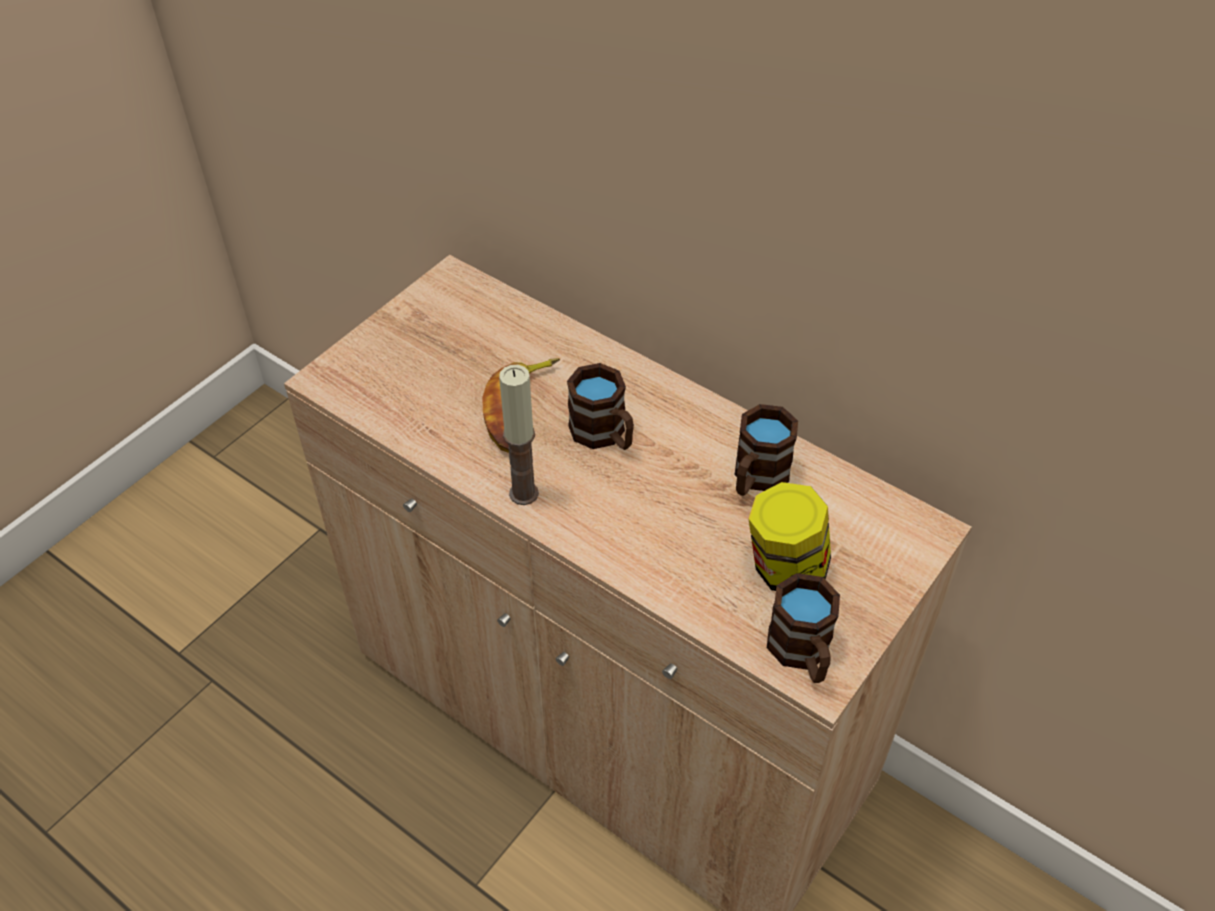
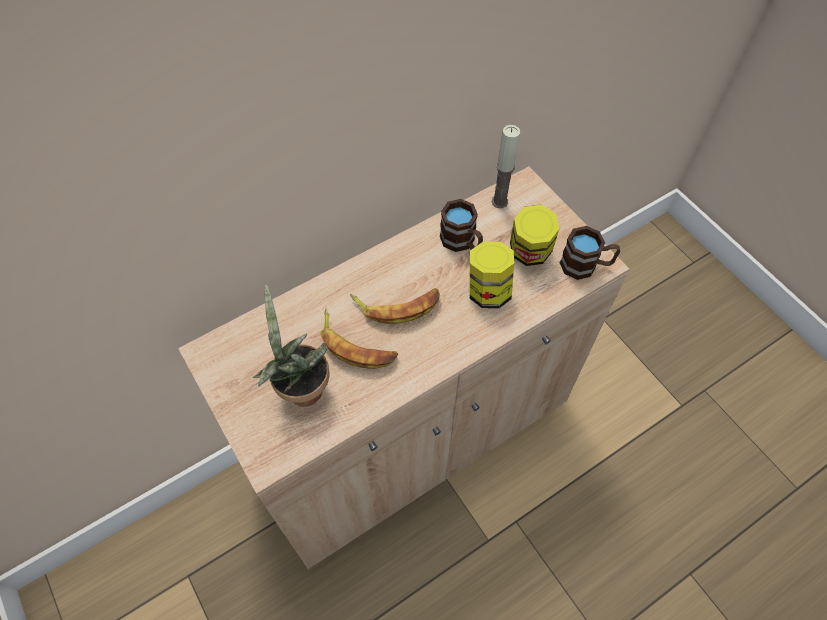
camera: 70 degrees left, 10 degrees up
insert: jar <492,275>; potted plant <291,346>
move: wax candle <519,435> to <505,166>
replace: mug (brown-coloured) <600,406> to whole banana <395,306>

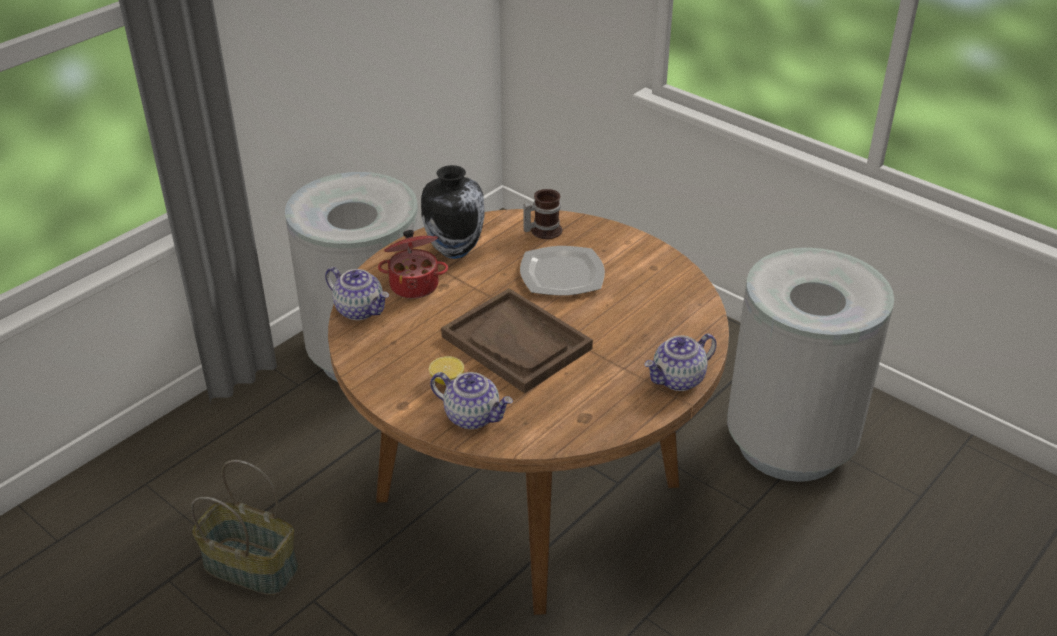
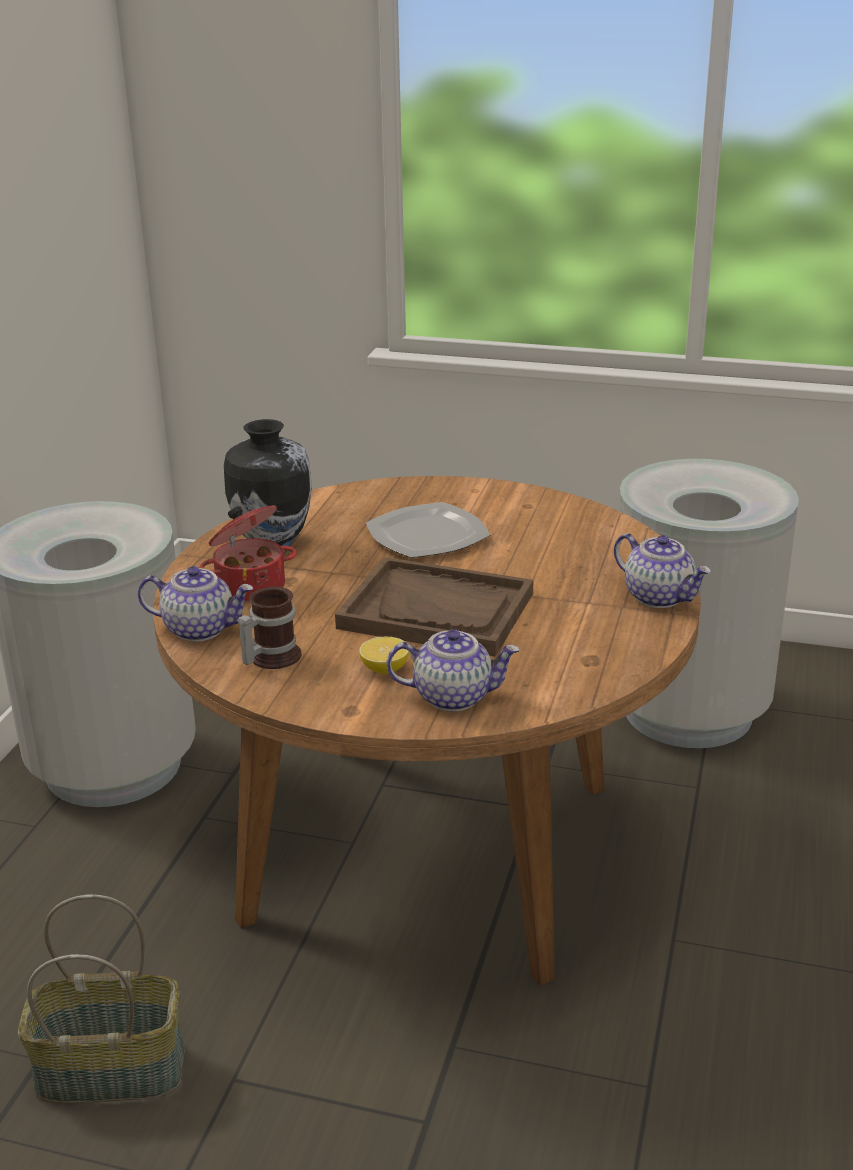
camera: 25 degrees left, 10 degrees down
move: mug <542,214> to <270,628>
rotate: tea pot <680,362> = <662,570> 75 degrees counterclockwise

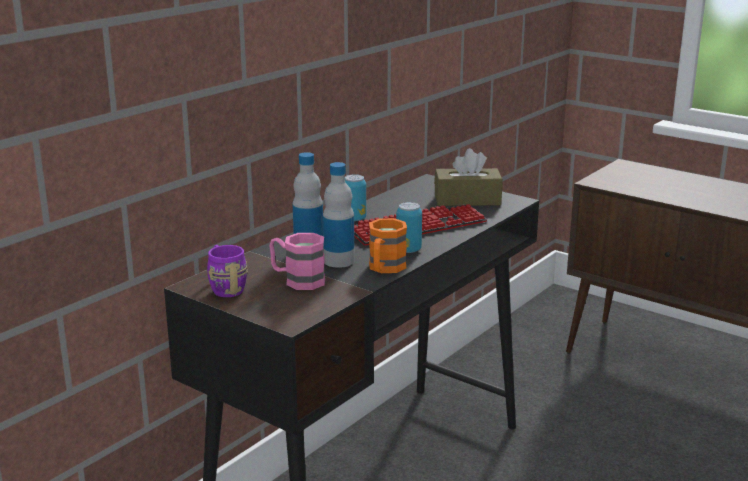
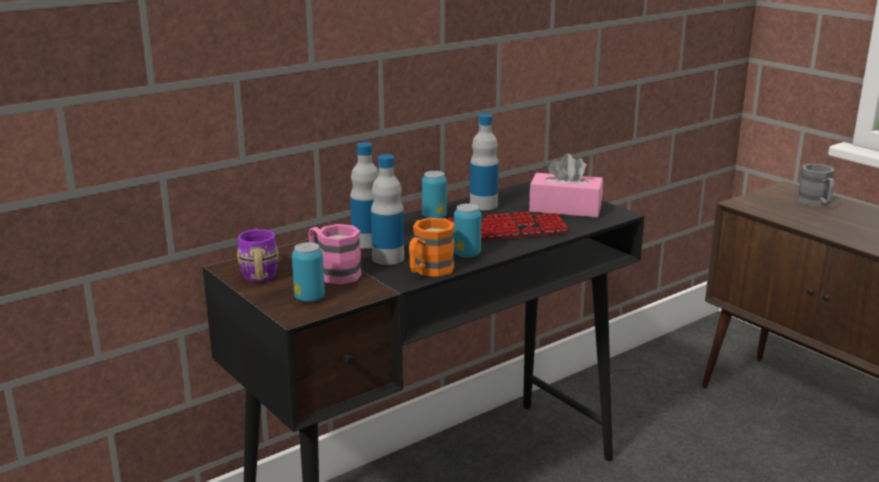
camera: 15 degrees right, 0 degrees up
insert: beverage bottle <484,162>; mug (gray) <816,185>; sealed can <308,272>
recolor: tissue box (brown-coloured) <468,177> to tissue box (pinkish) <566,185>

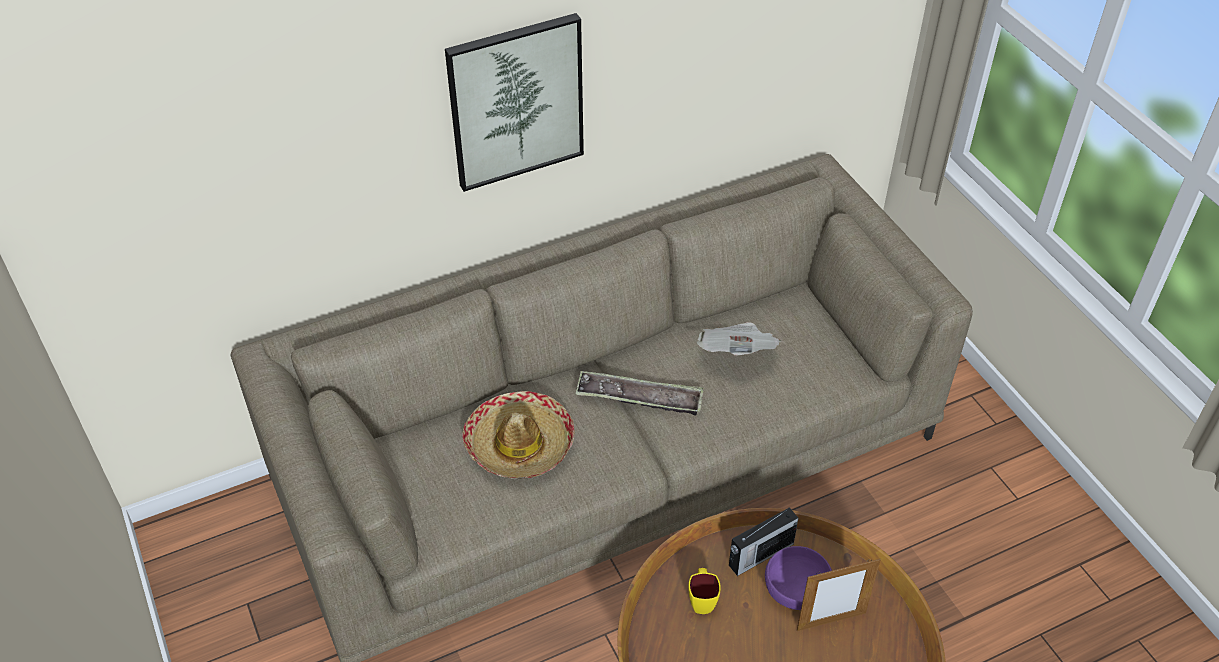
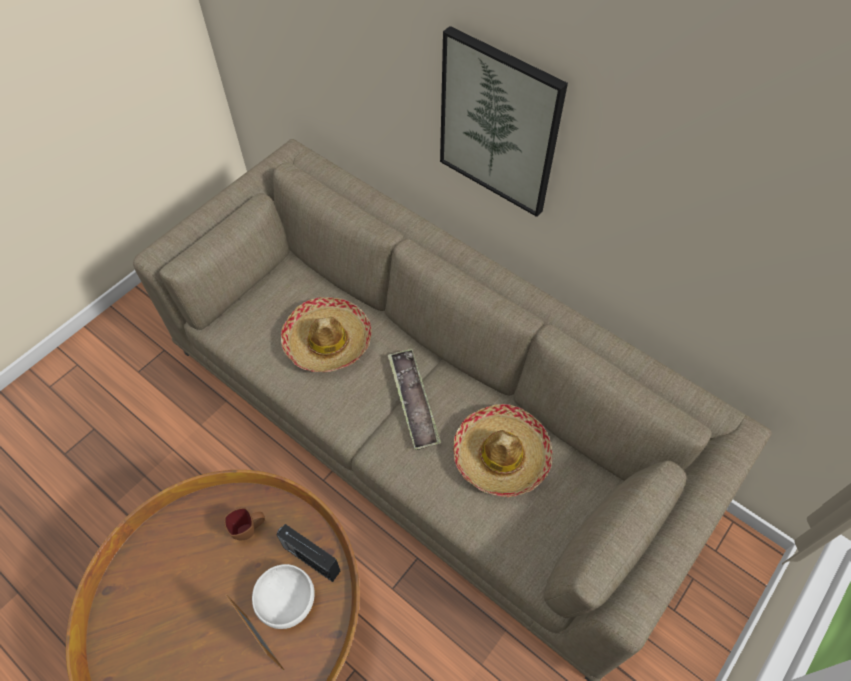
camera: 65 degrees right, 10 degrees up
replace: daily paper <739,338> to clothing hat <503,450>
recolor: serving bowl (purple) <798,578> to serving bowl (white) <283,596>; mug (yellow) <705,591> to mug (brown-coloured) <244,524>

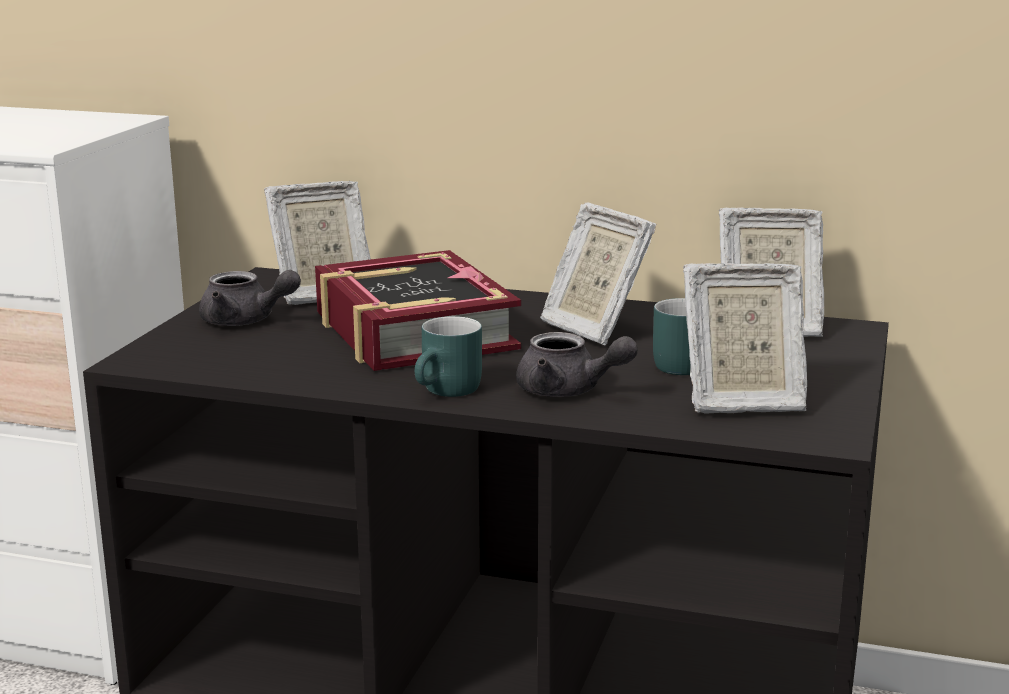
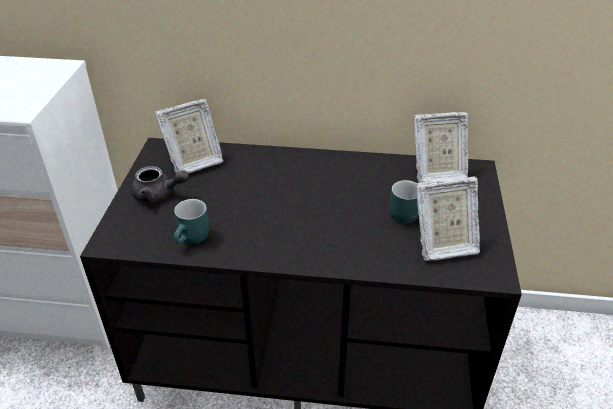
camera: 10 degrees left, 20 degrees up
delete: photo frame <598,273>; volume <418,310>; tea pot (gray) <577,364>
move: mug (turquoise-coloured) <448,356> to <191,221>

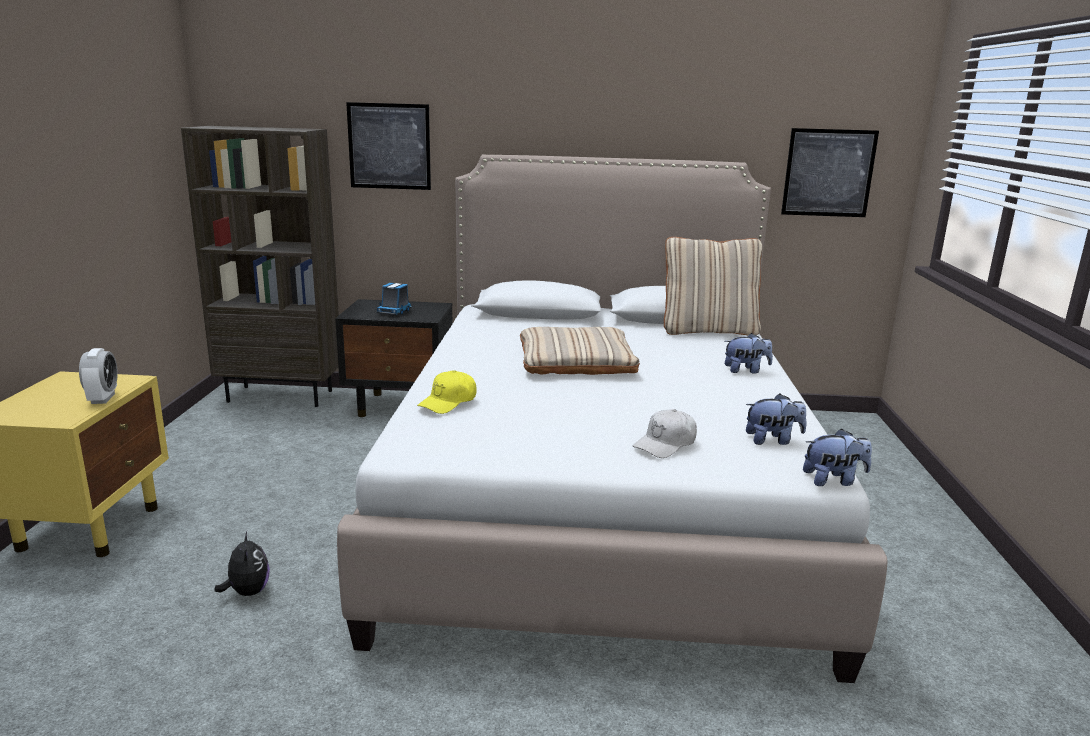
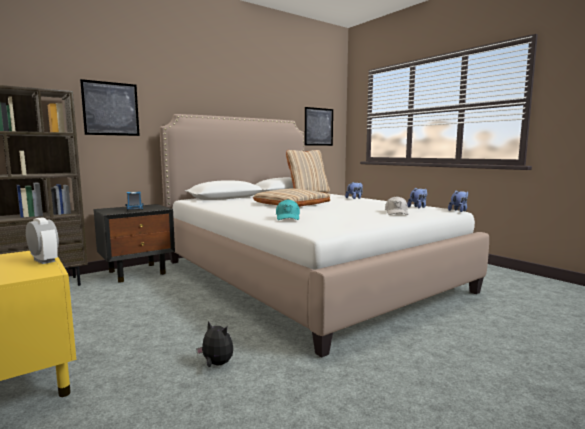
camera: 40 degrees left, 10 degrees down
recolor: baseball cap (yellow) <447,392> to baseball cap (turquoise-coloured) <288,209>

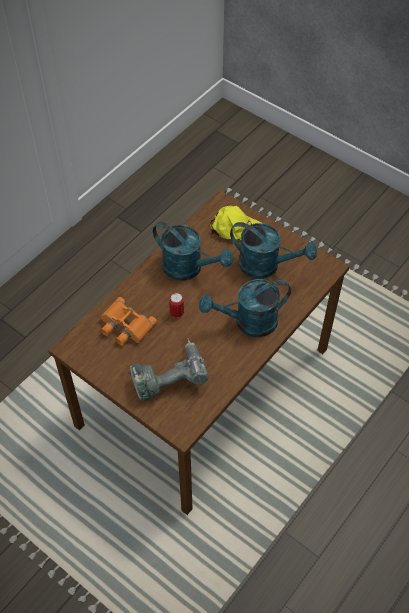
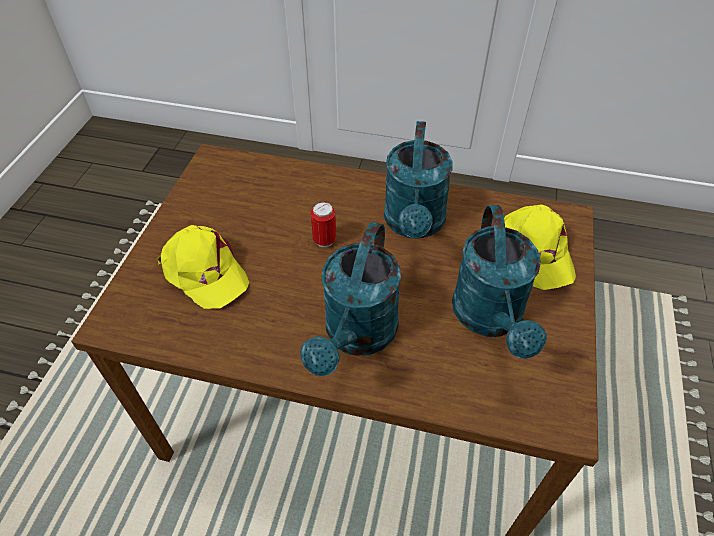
camera: 65 degrees right, 5 degrees down
delete: pair of binoculars (orange-coloured) <128,321>
replace: drill <169,369> to baseball cap (yellow) <203,267>
rotate: sprinkling can (turquoise-coloured) <245,308> = <350,299> 120 degrees counterclockwise

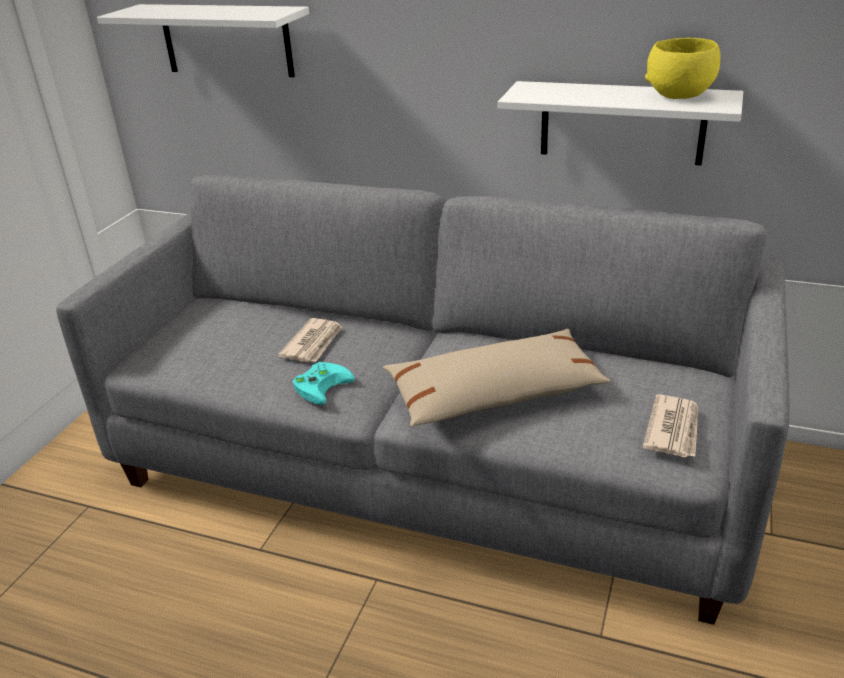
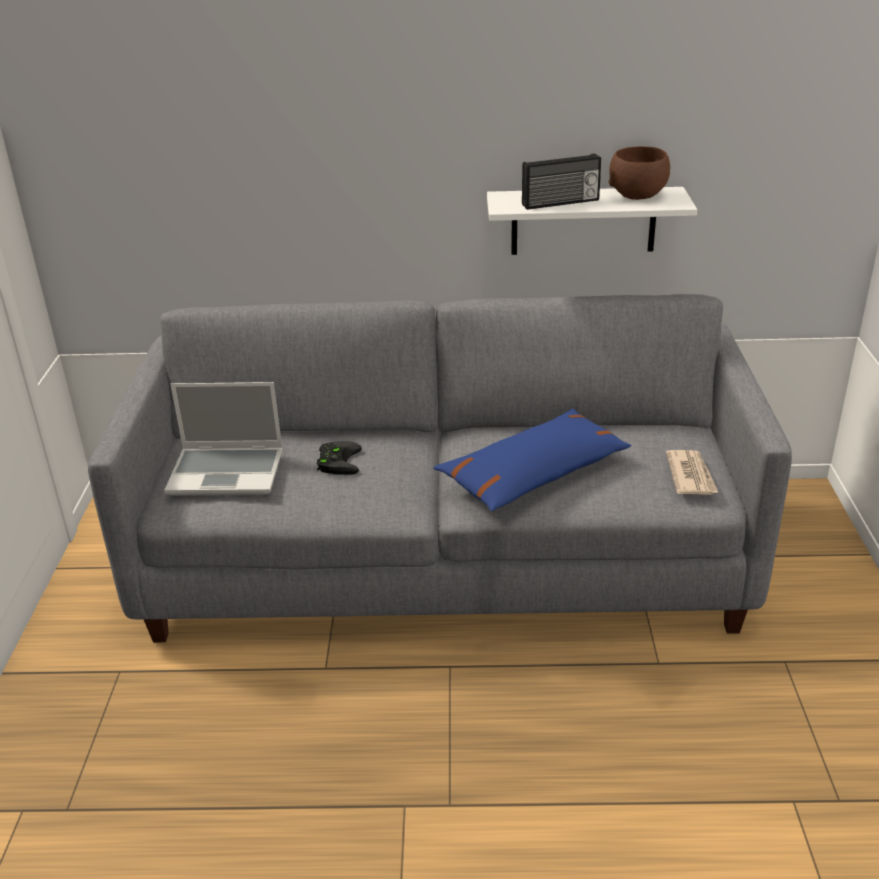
camera: 20 degrees left, 0 degrees up
delete: wall shelf (white) <203,40>; joypad (turquoise-coloured) <323,383>
insert: radio set <561,181>; notebook computer <223,438>
replace: daily paper <310,340> to joypad (black) <339,458>
recolor: serving bowl (yellow) <682,68> to serving bowl (brown-coloured) <639,173>; pillow (beige) <496,378> to pillow (bluish) <532,459>

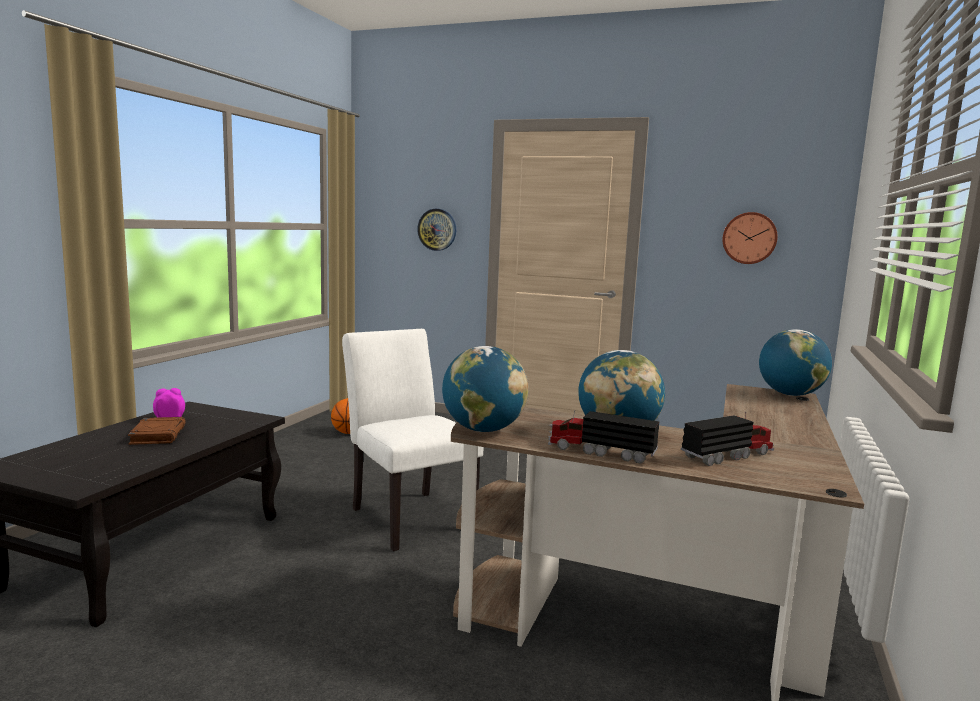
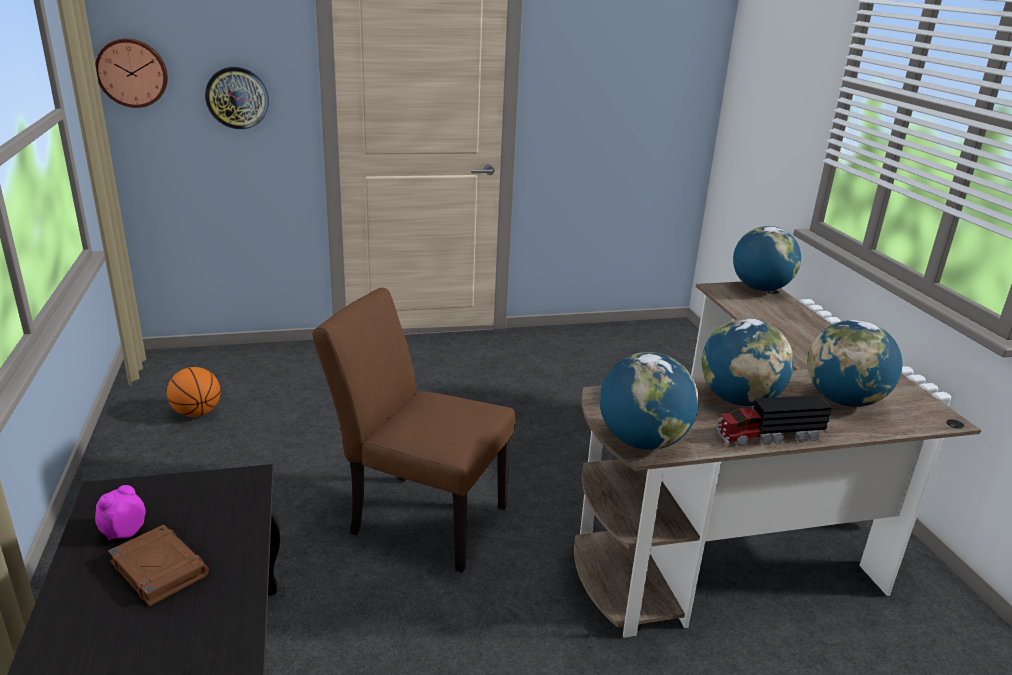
camera: 35 degrees left, 15 degrees up
move: wall clock <750,238> to <131,73>
replace: model truck <727,439> to globe <854,363>
recolor: chair (white) <412,440> to chair (brown-coloured) <414,430>

